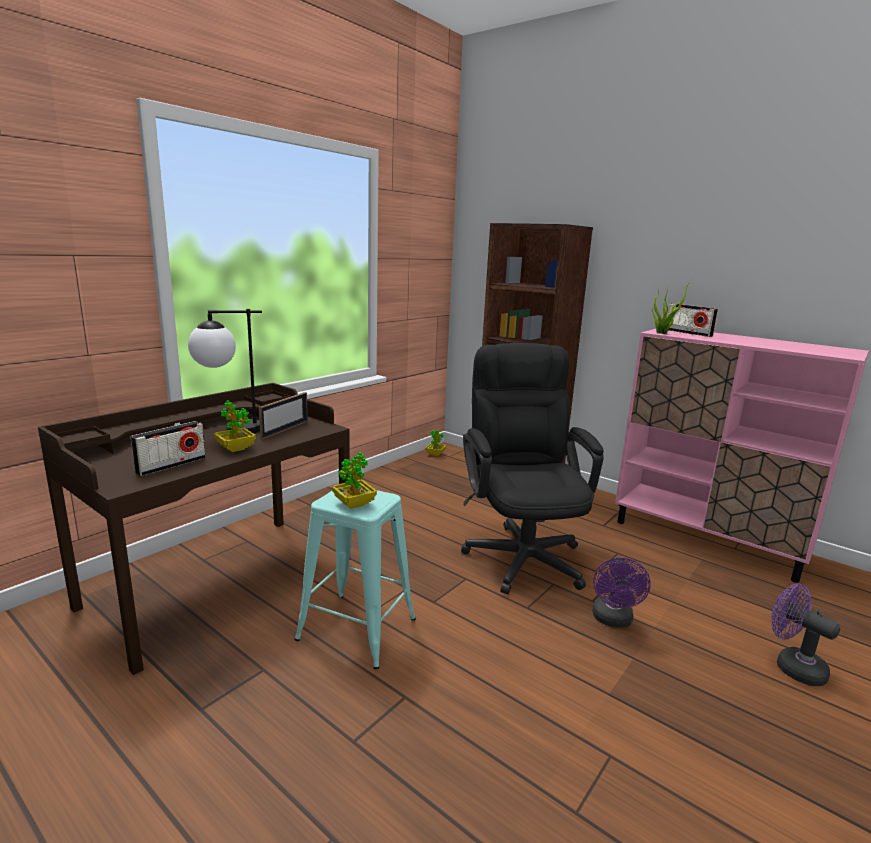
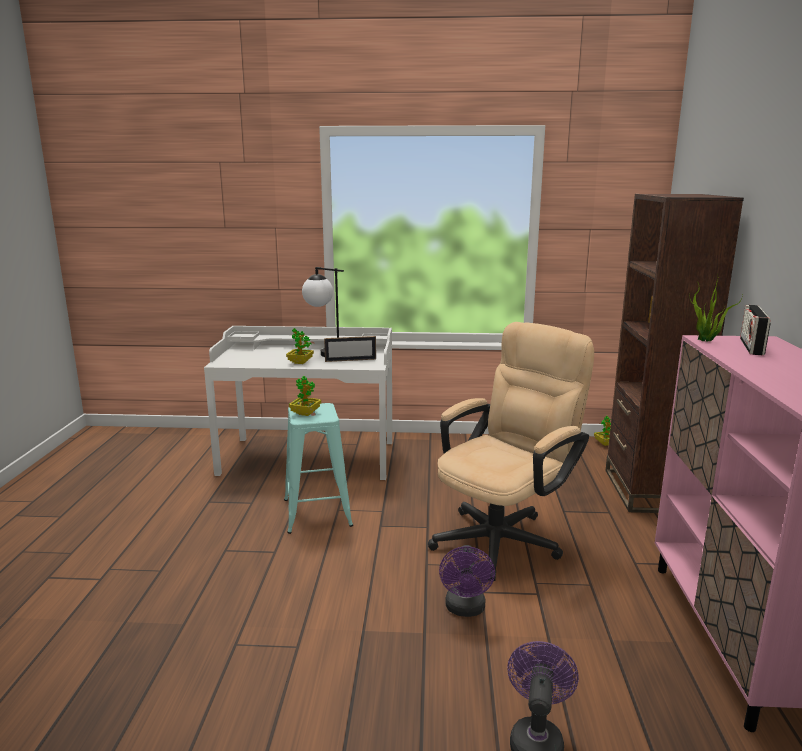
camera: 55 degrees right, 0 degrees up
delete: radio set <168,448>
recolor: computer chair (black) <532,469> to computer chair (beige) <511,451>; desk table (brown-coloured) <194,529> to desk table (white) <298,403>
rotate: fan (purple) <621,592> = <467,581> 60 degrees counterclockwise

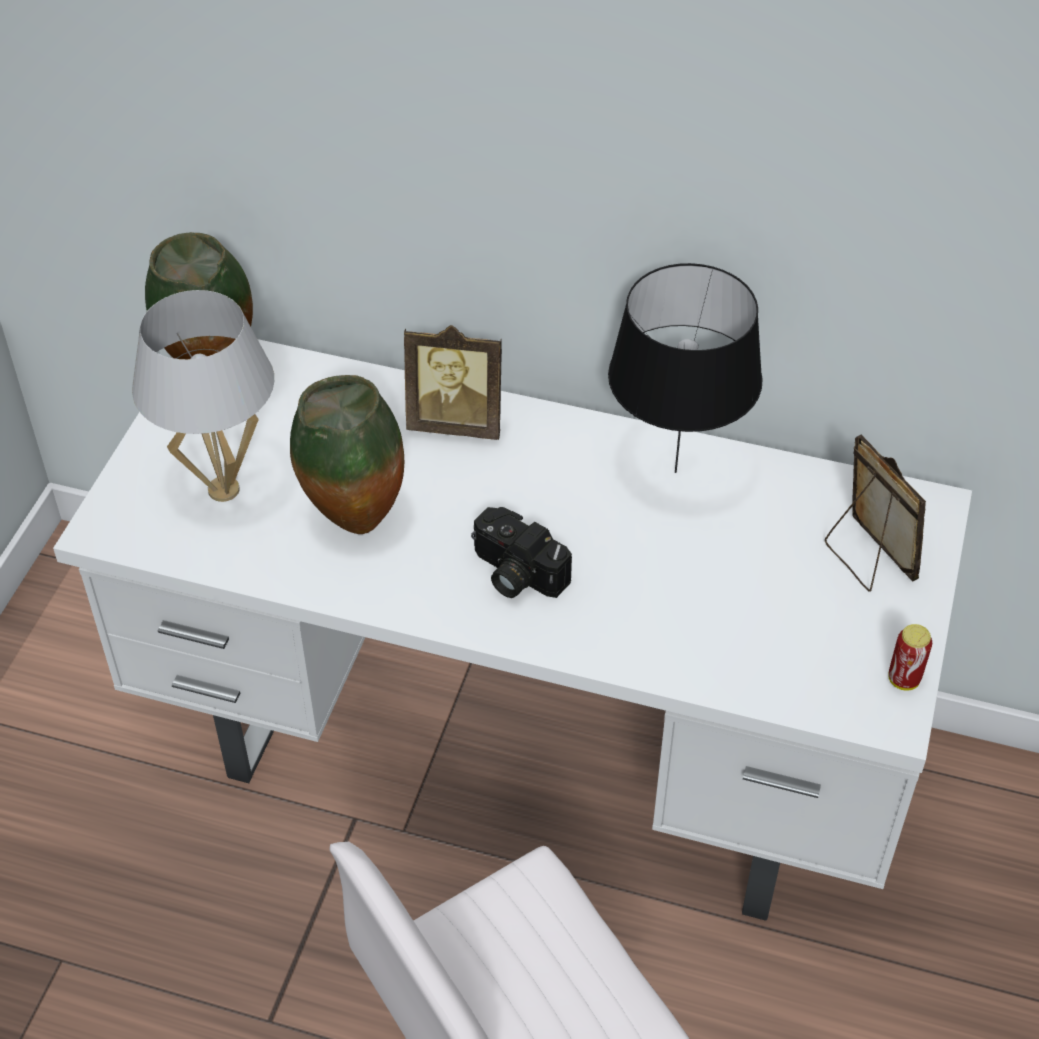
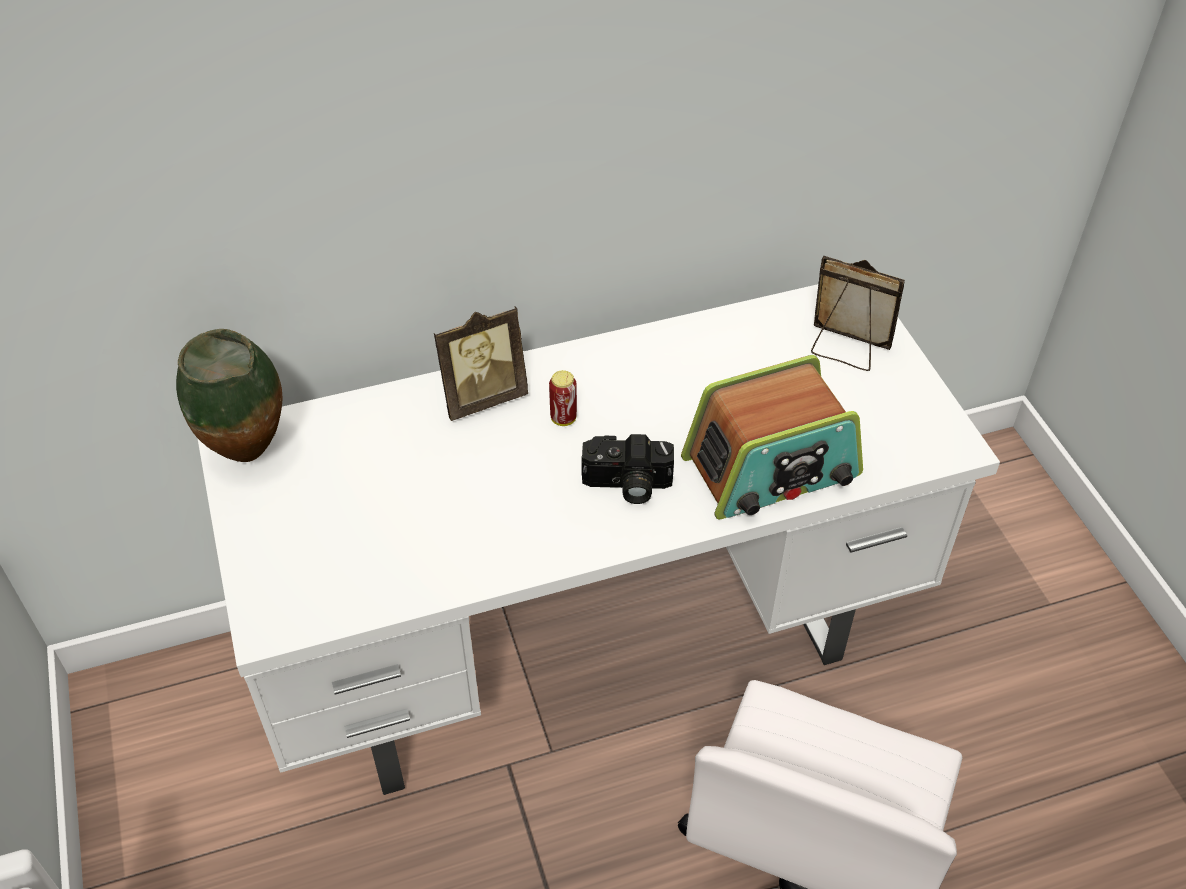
camera: 35 degrees left, 0 degrees up
delete: lamp for a table (black) <685,368>; lamp for a table (white) <203,396>; decorative vase <347,454>
insert: radio set <772,437>
move: sealed can <910,657> to <563,398>

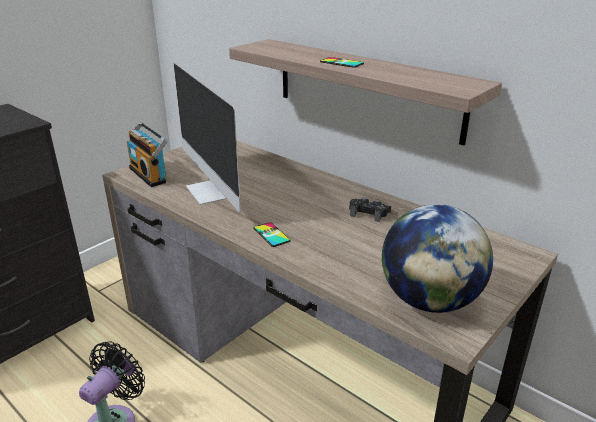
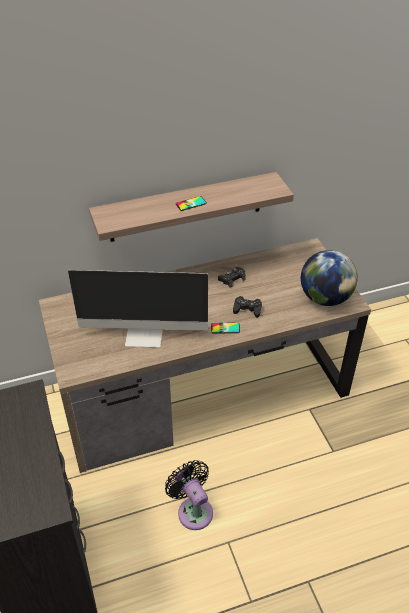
camera: 60 degrees left, 15 degrees up
delete: radio set <147,154>
insert: joypad (black) <247,307>

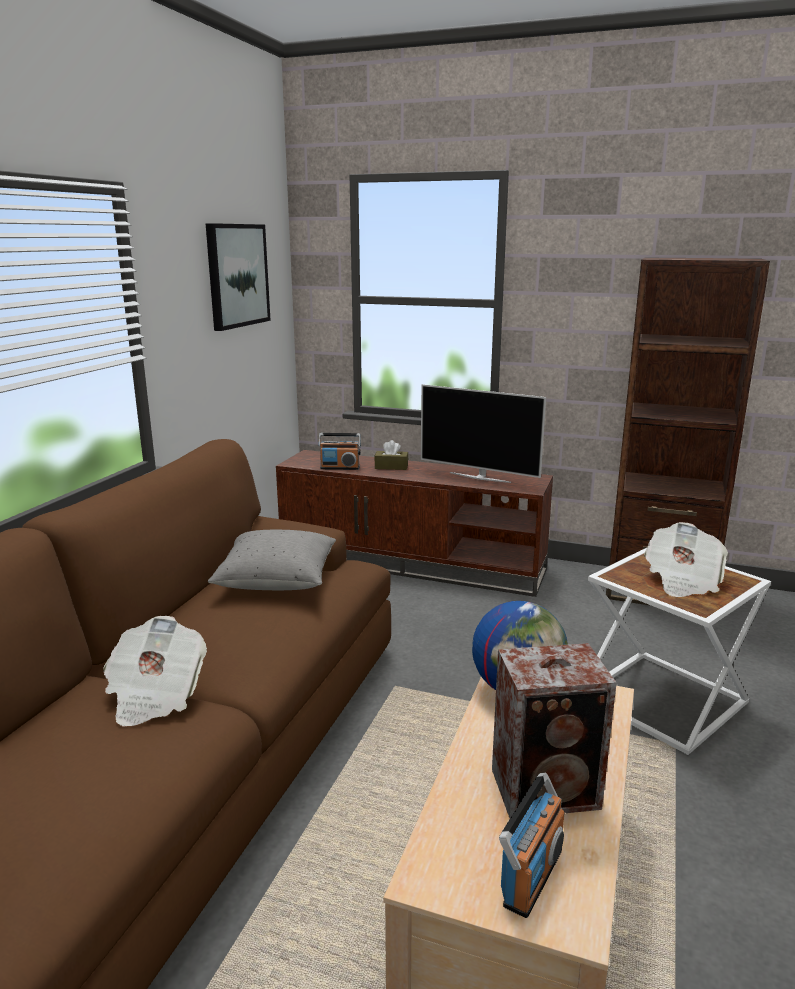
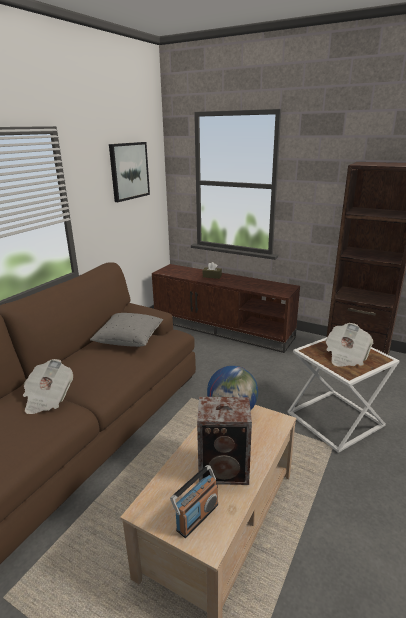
camera: 10 degrees right, 5 degrees up
delete: TV <483,433>; radio set <339,451>

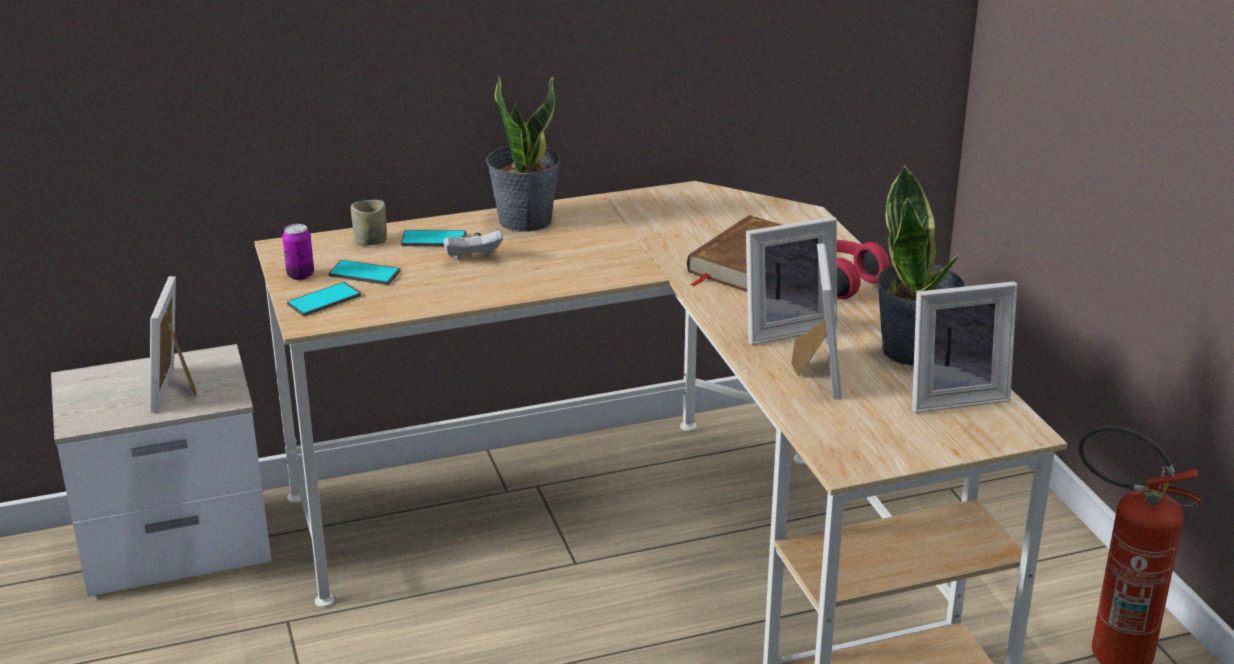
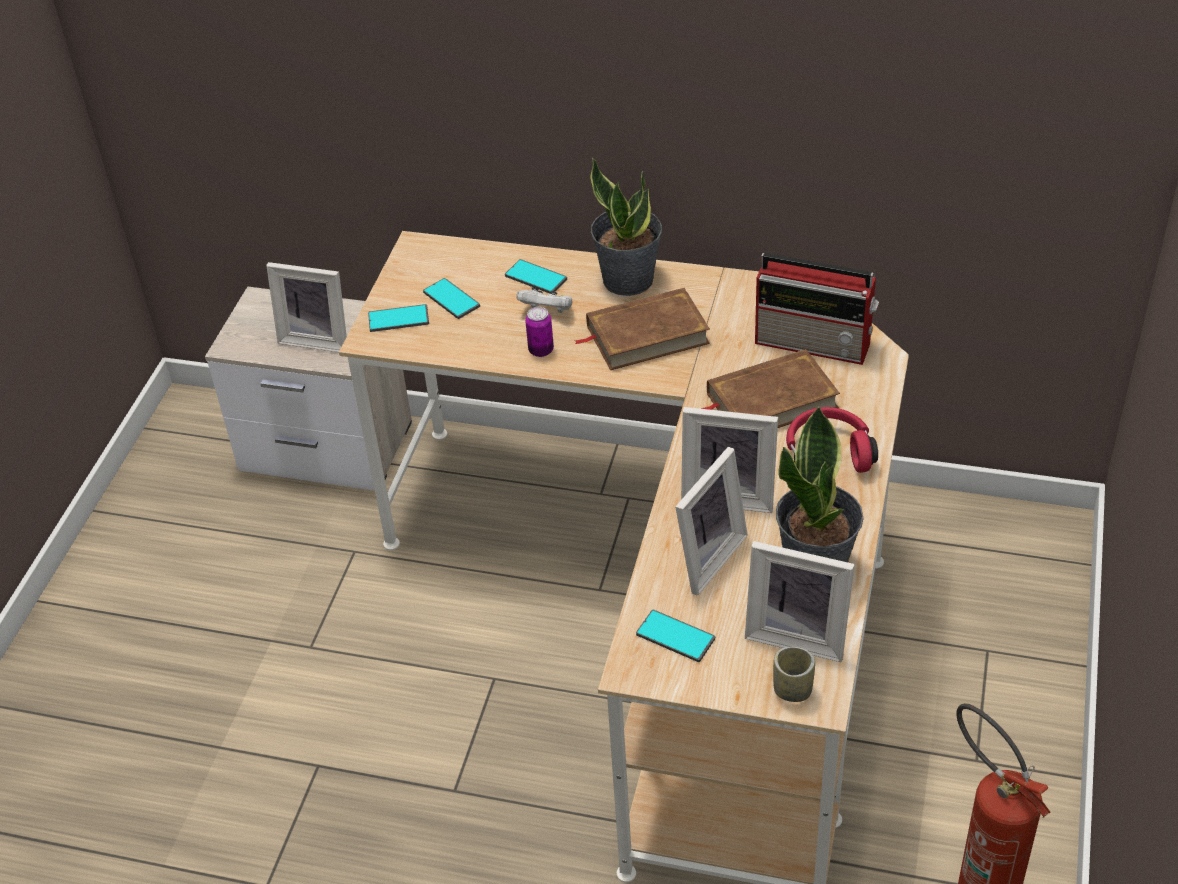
camera: 35 degrees right, 15 degrees up
insert: radio set <817,309>; volume (brown-coloured) <642,329>; handset <675,636>
move: small cup <369,223> to <794,674>; sealed can <298,252> to <539,332>
rotate: photo frame <173,344> = <306,307> 105 degrees counterclockwise

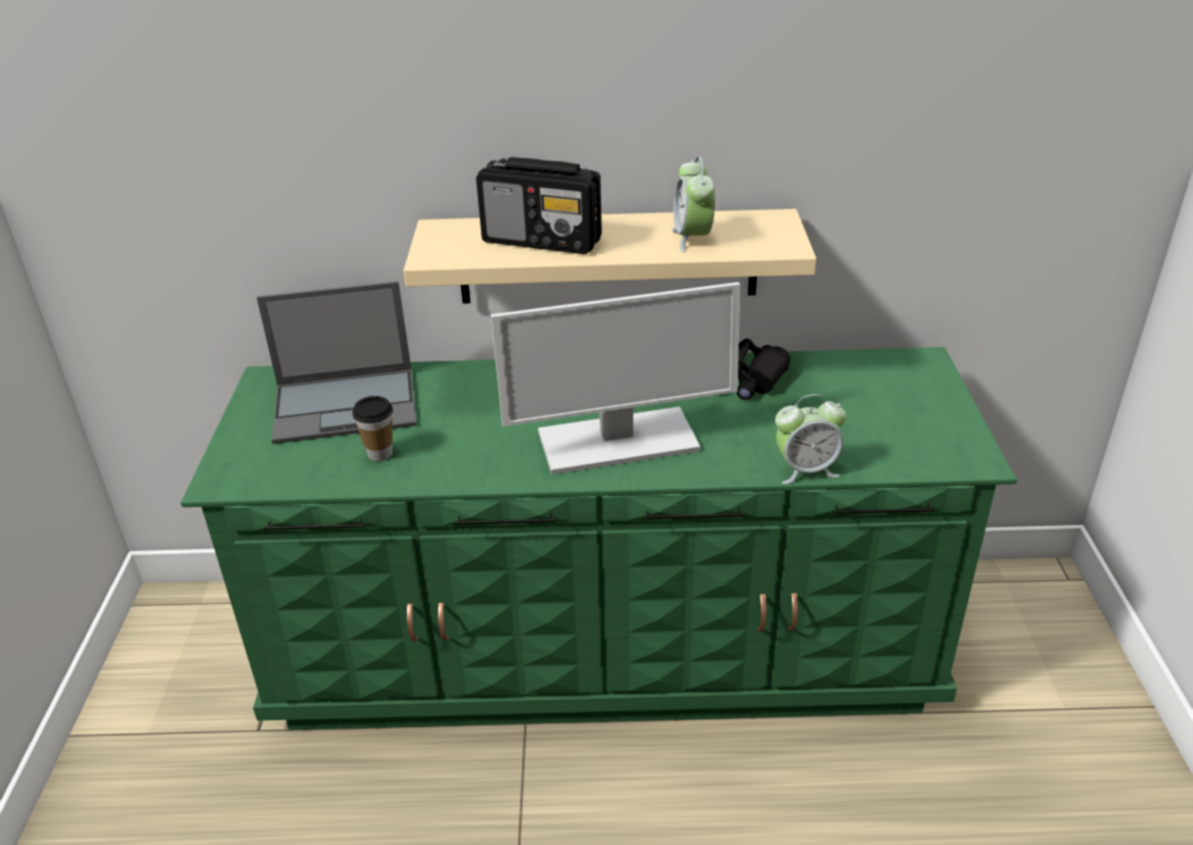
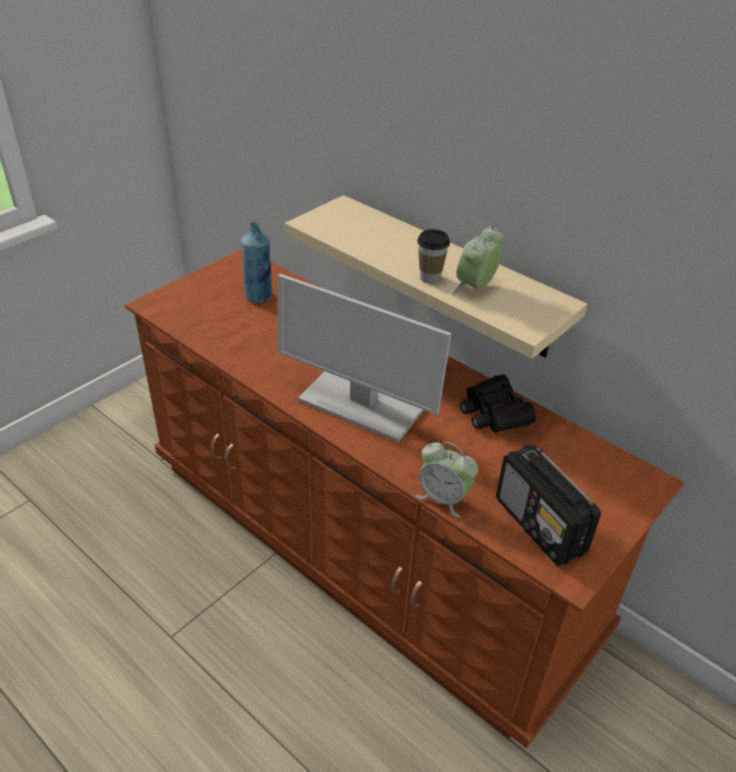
camera: 40 degrees right, 5 degrees up
move: radio set <539,205> to <548,505>; small cup <372,428> to <433,256>
replace: notebook computer <336,362> to beverage bottle (bluish) <256,262>
recolor: dresser (green) <599,538> to dresser (brown-coloured) <404,499>

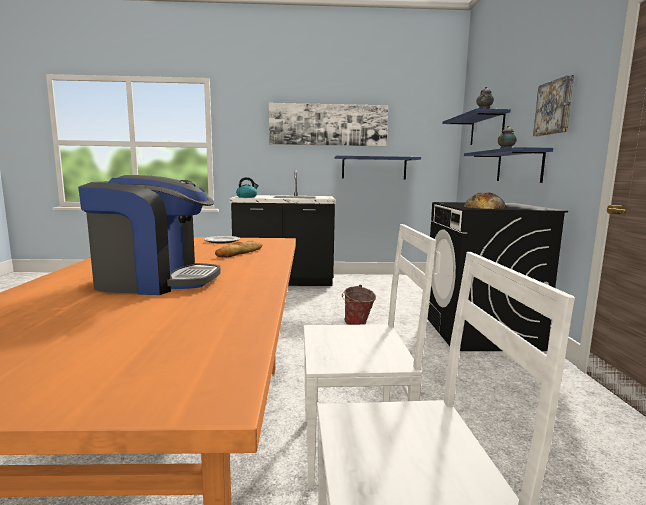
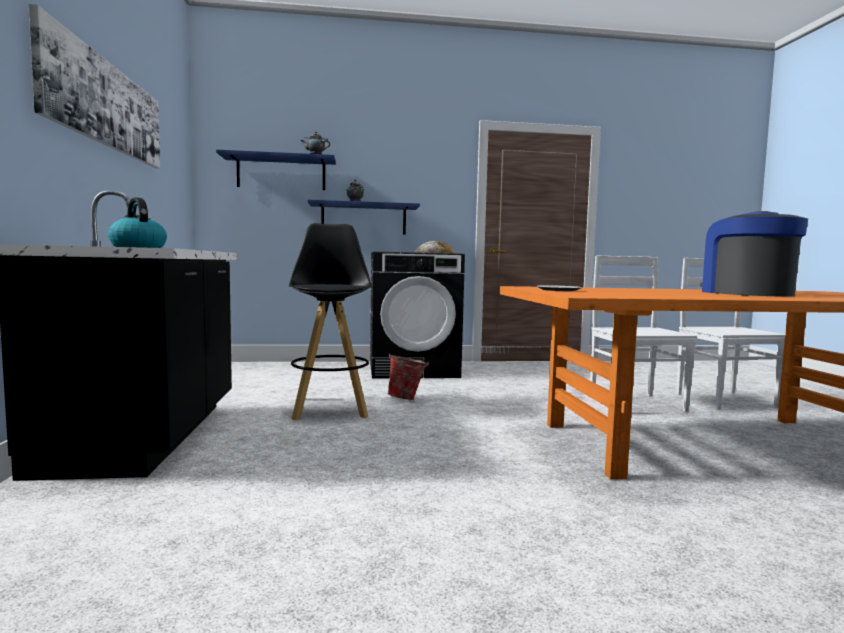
camera: 95 degrees left, 5 degrees down
delete: picture <553,105>; wall shelf (bluish) <377,167>; bakery bread <238,248>
insert: stool seat (black) <330,321>

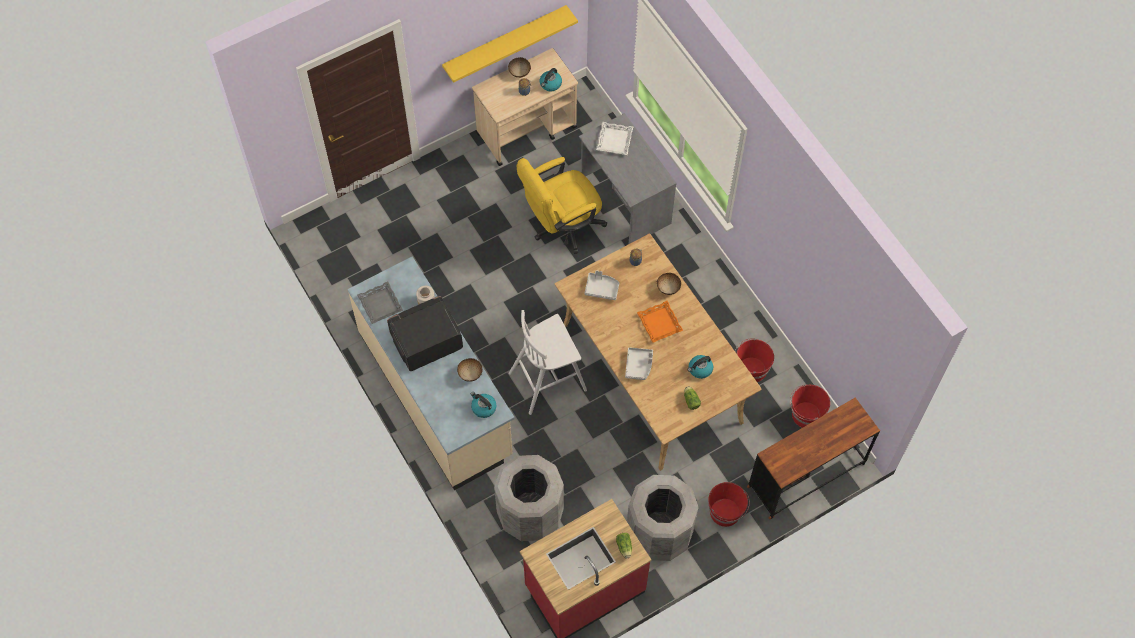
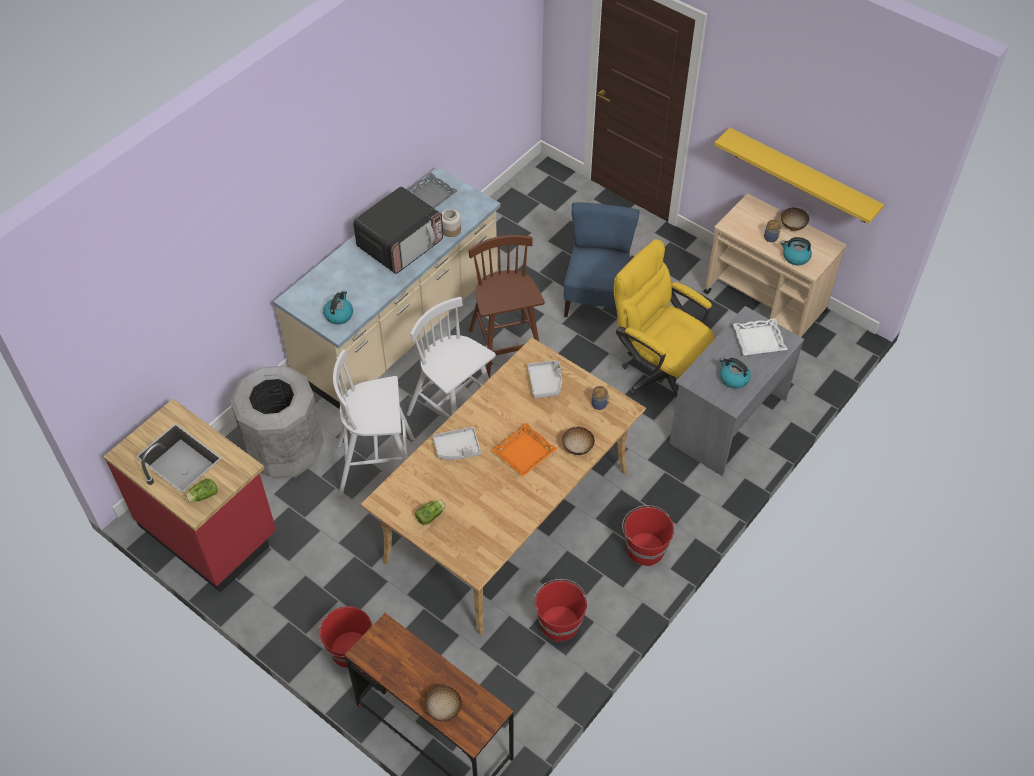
camera: 70 degrees right, 10 degrees down
delete: trash can (gray) <663,518>
insert: chair (bluish) <602,260>; stool seat (brown-coloured) <507,307>; stool seat (white) <374,423>
move: tea kettle <700,367> to <735,373>; serving bowl <469,370> to <443,704>; bucket (red-coloured) <810,406> to <648,535>
rotate: kitchen microwave <425,333> = <398,230> 90 degrees clockwise

